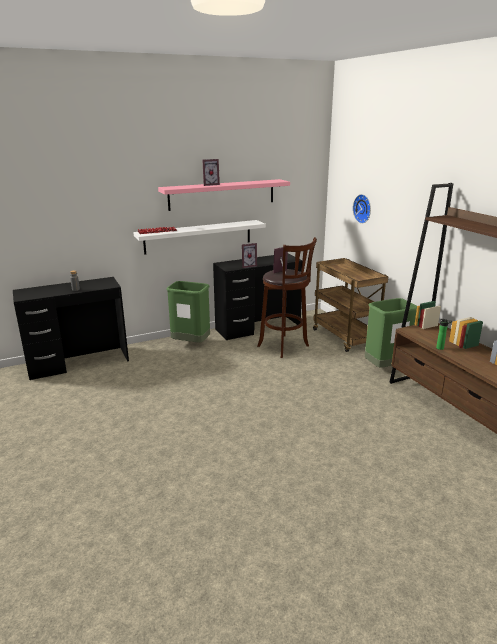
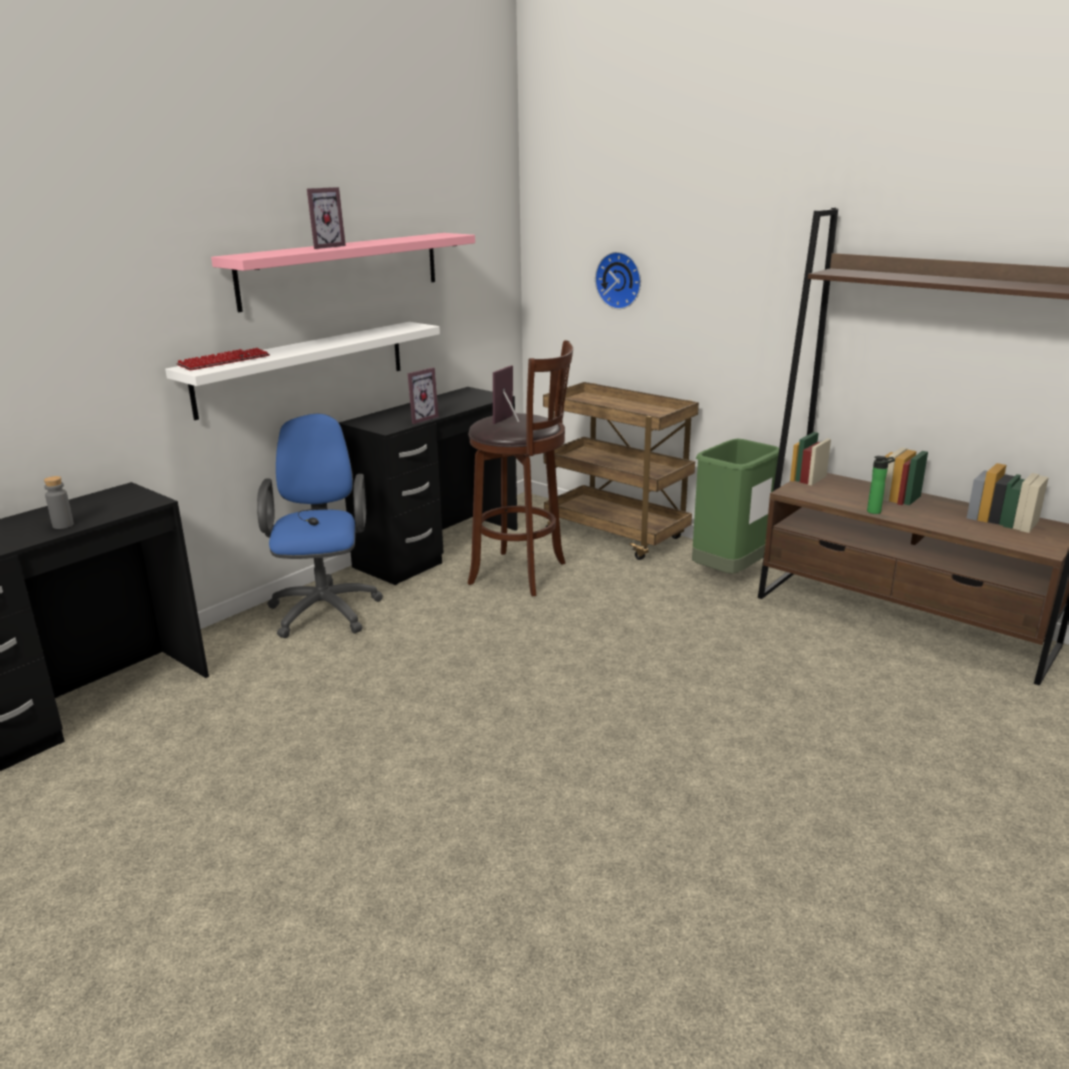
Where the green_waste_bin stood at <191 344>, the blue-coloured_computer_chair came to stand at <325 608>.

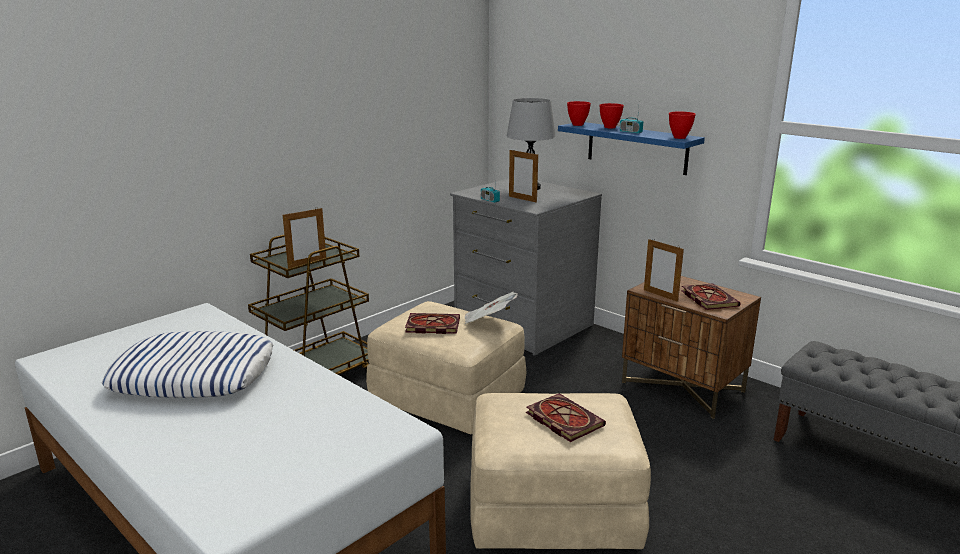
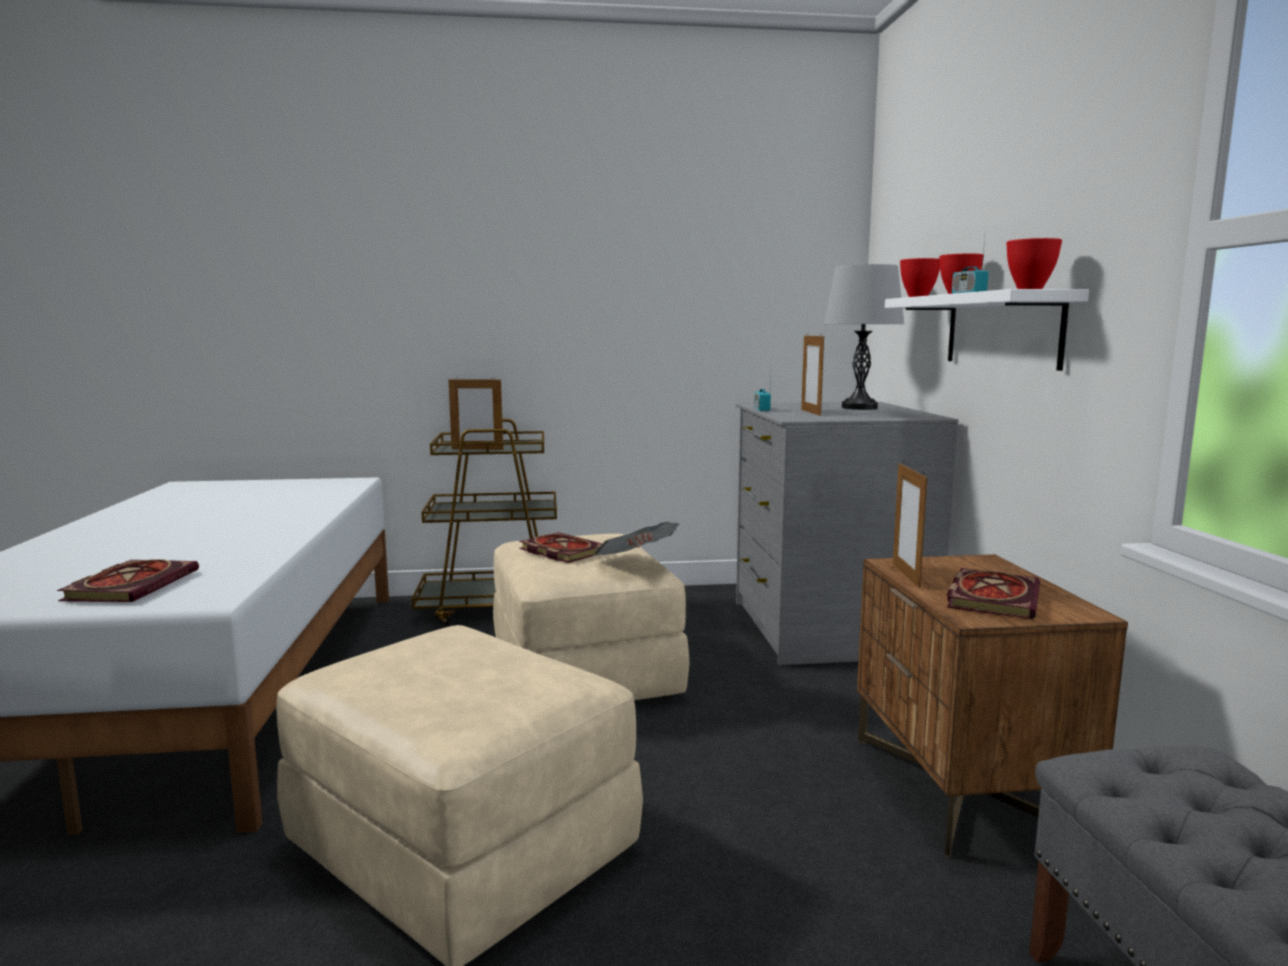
The volume ended up elsewhere, having gone from <562 419> to <132 585>.
What was the blue-coloured_shelf at <636 147> turned into the white-coloured_shelf at <1002 330>.
The second view lost the cushion at <193 375>.

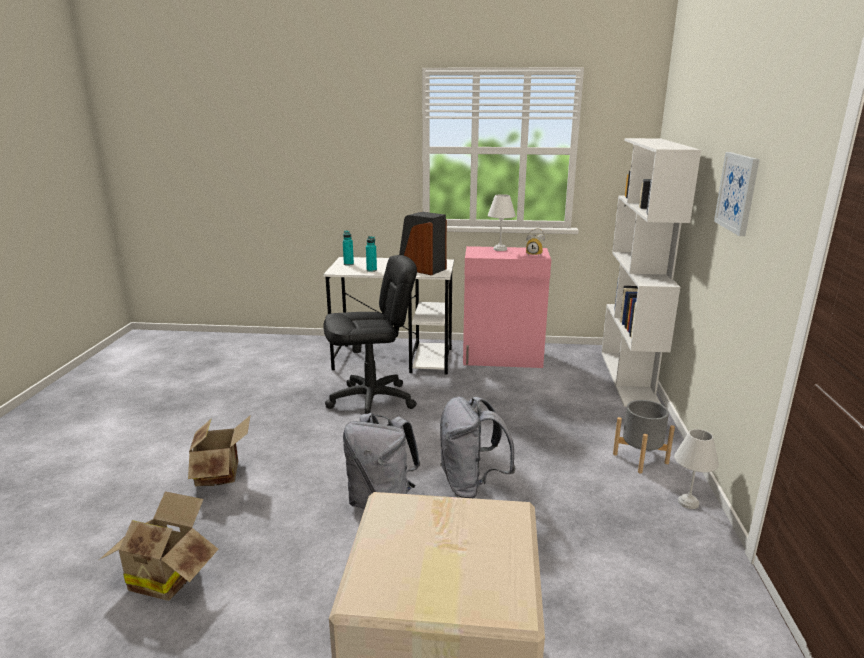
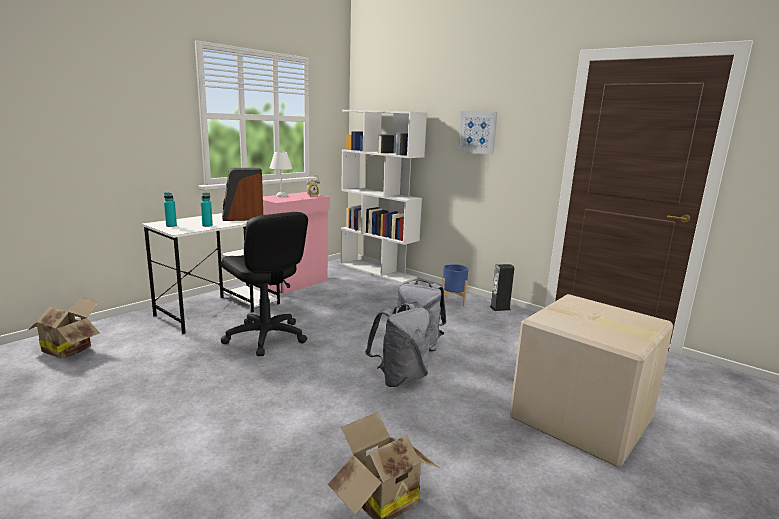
The packing_box ended up elsewhere, having gone from <222 473> to <69 348>.
The black_computer_chair at <372 401> ended up facing another way, 120 degrees clockwise from before.
What was the grey_flower_pot at <640 458> turned into the blue-coloured_flower_pot at <453 301>.
Where the white-coloured_lamp_for_a_table stood at <689 503>, the speaker came to stand at <500 308>.

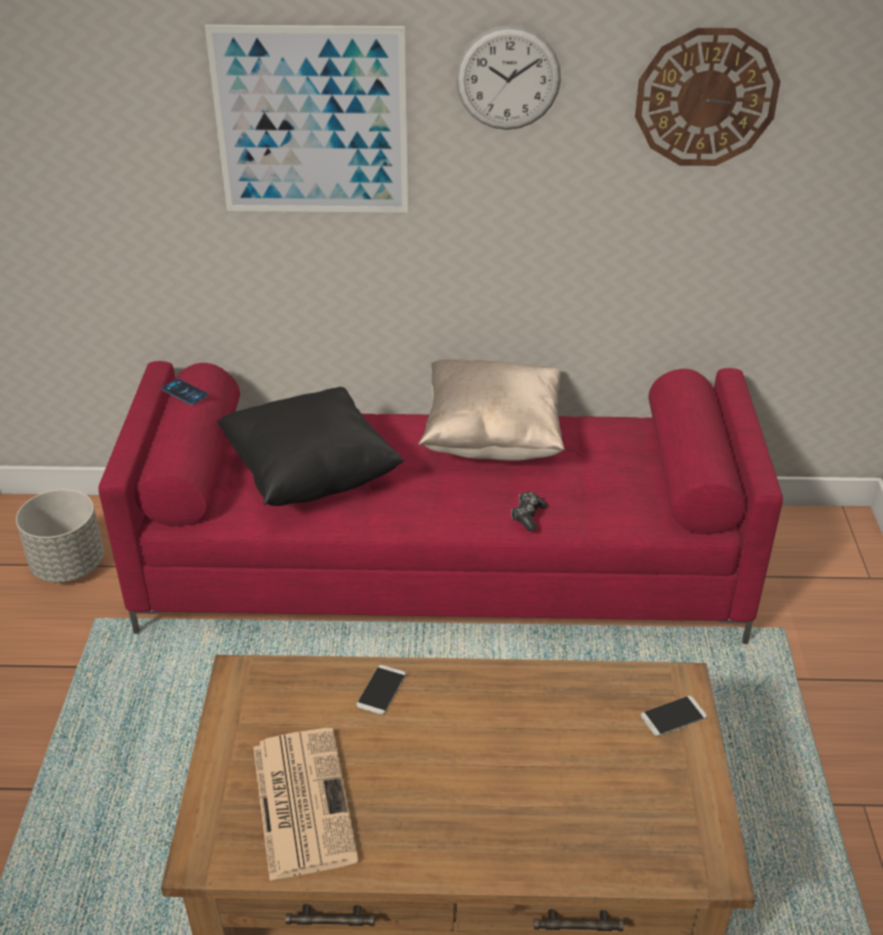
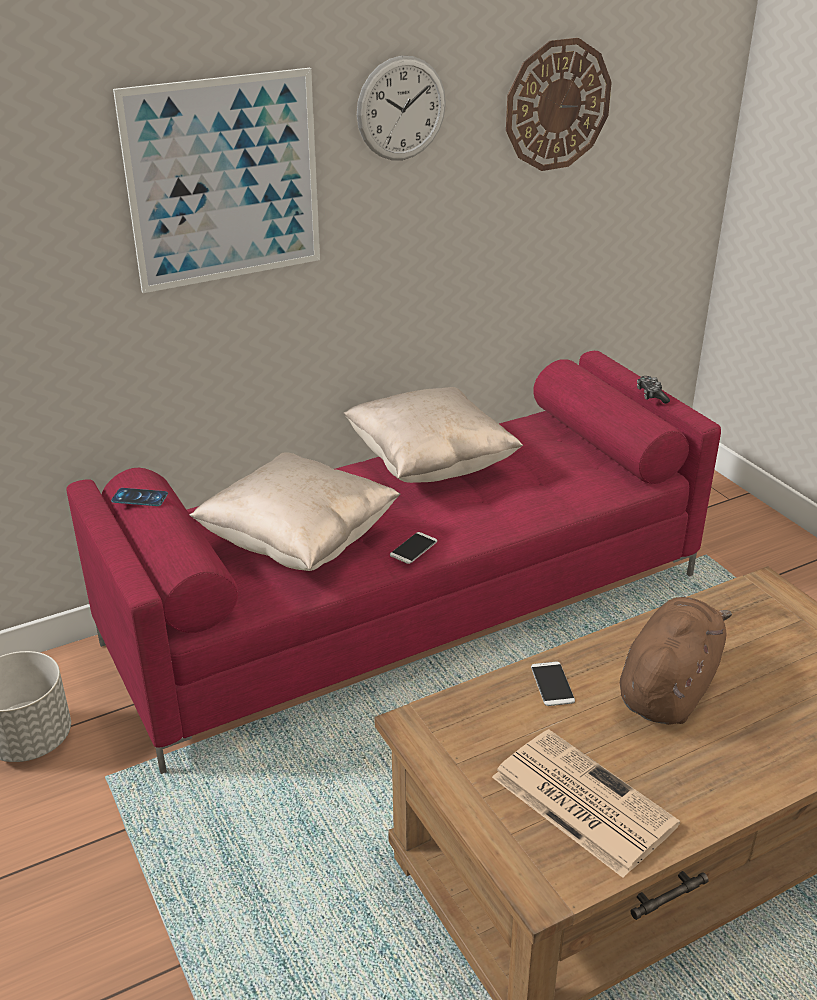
What was the black_cushion at <311 476> turned into the beige-coloured_cushion at <298 543>.
The phone ended up elsewhere, having gone from <673 716> to <413 548>.
The second view gained the brown_cuddly_toy at <669 687>.
The joypad ended up elsewhere, having gone from <528 516> to <651 395>.

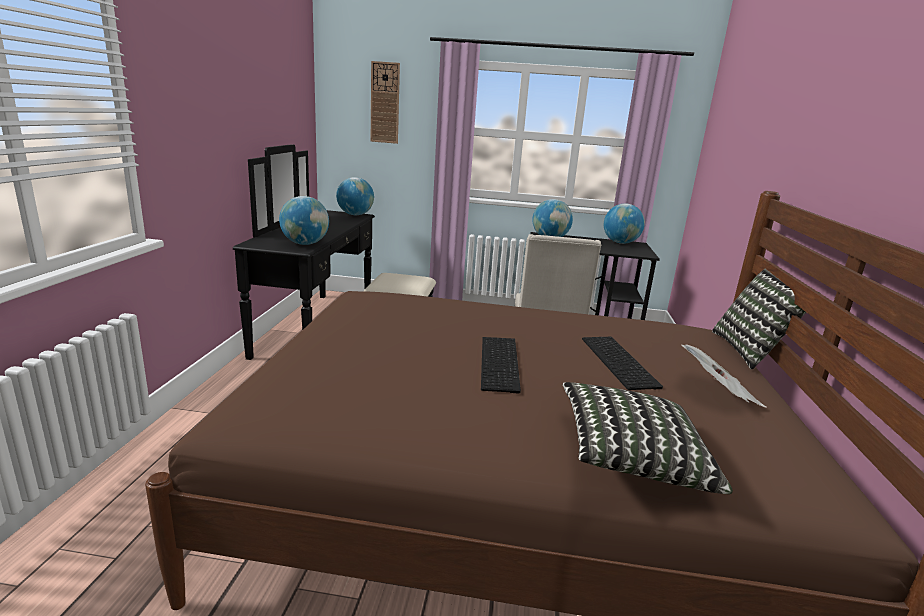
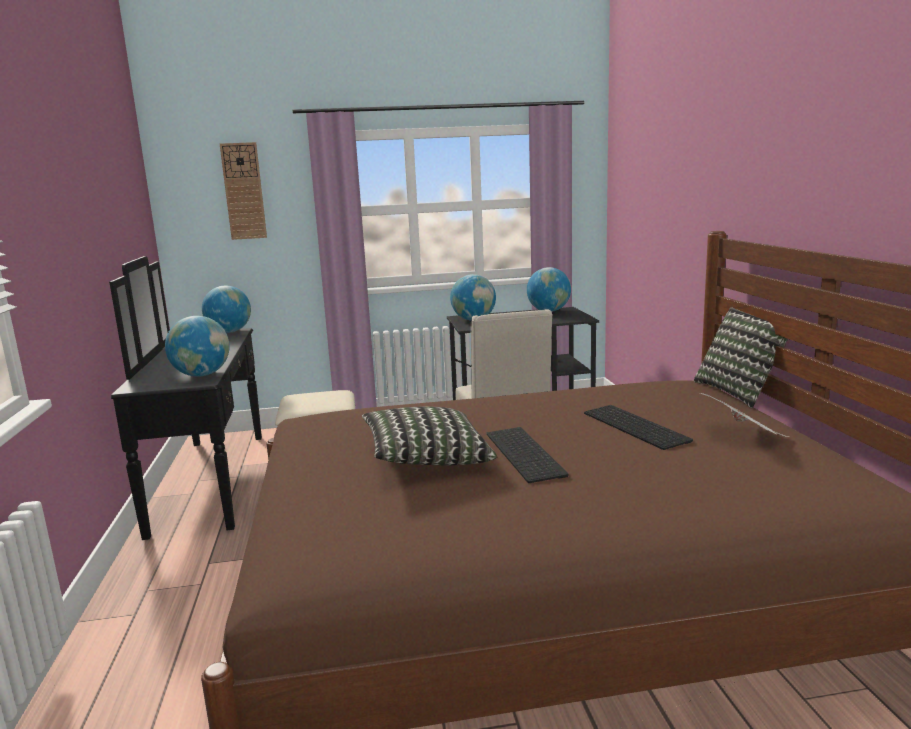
The cushion ended up elsewhere, having gone from <631 457> to <426 459>.

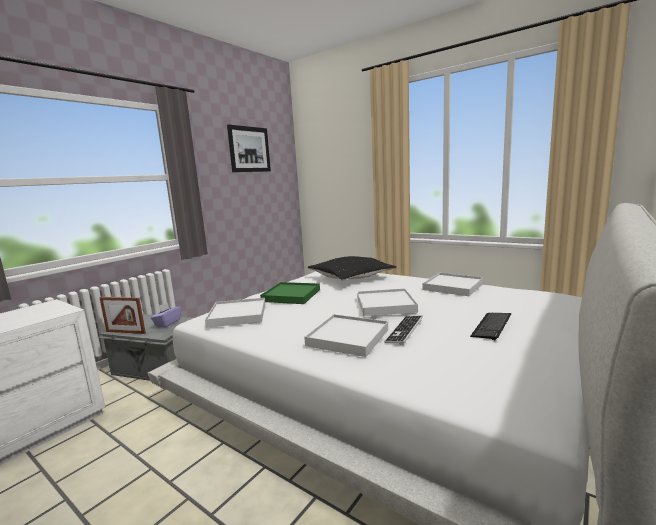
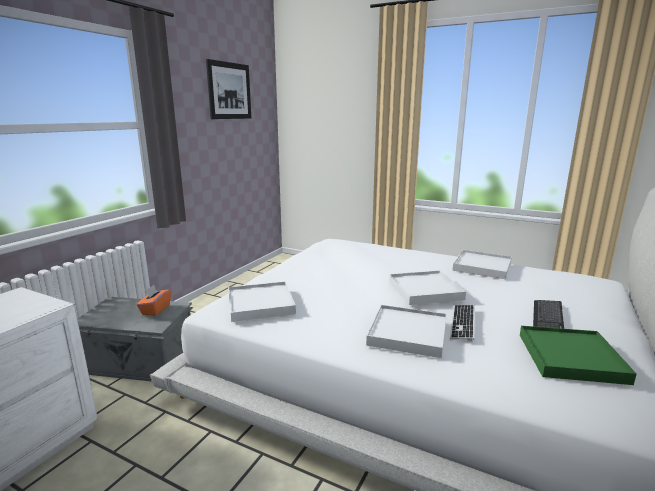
What was the purplish_box_of_tissues at <167 323> turned into the orange-coloured_box_of_tissues at <155 310>.
The green_tray ended up elsewhere, having gone from <291 295> to <570 357>.
The second view lost the picture_frame at <125 332>.
The second view lost the black_cushion at <351 277>.

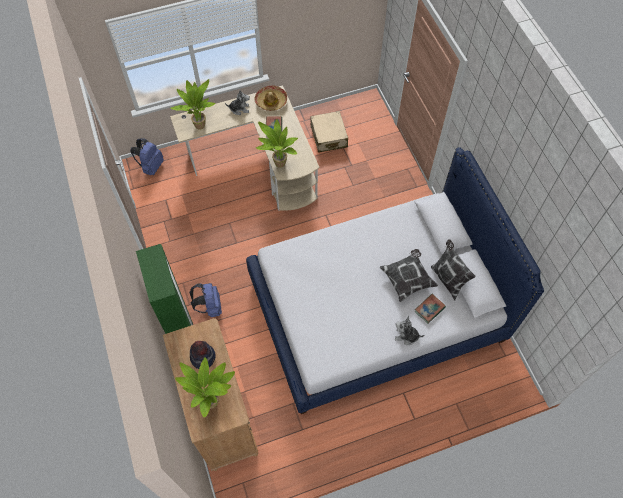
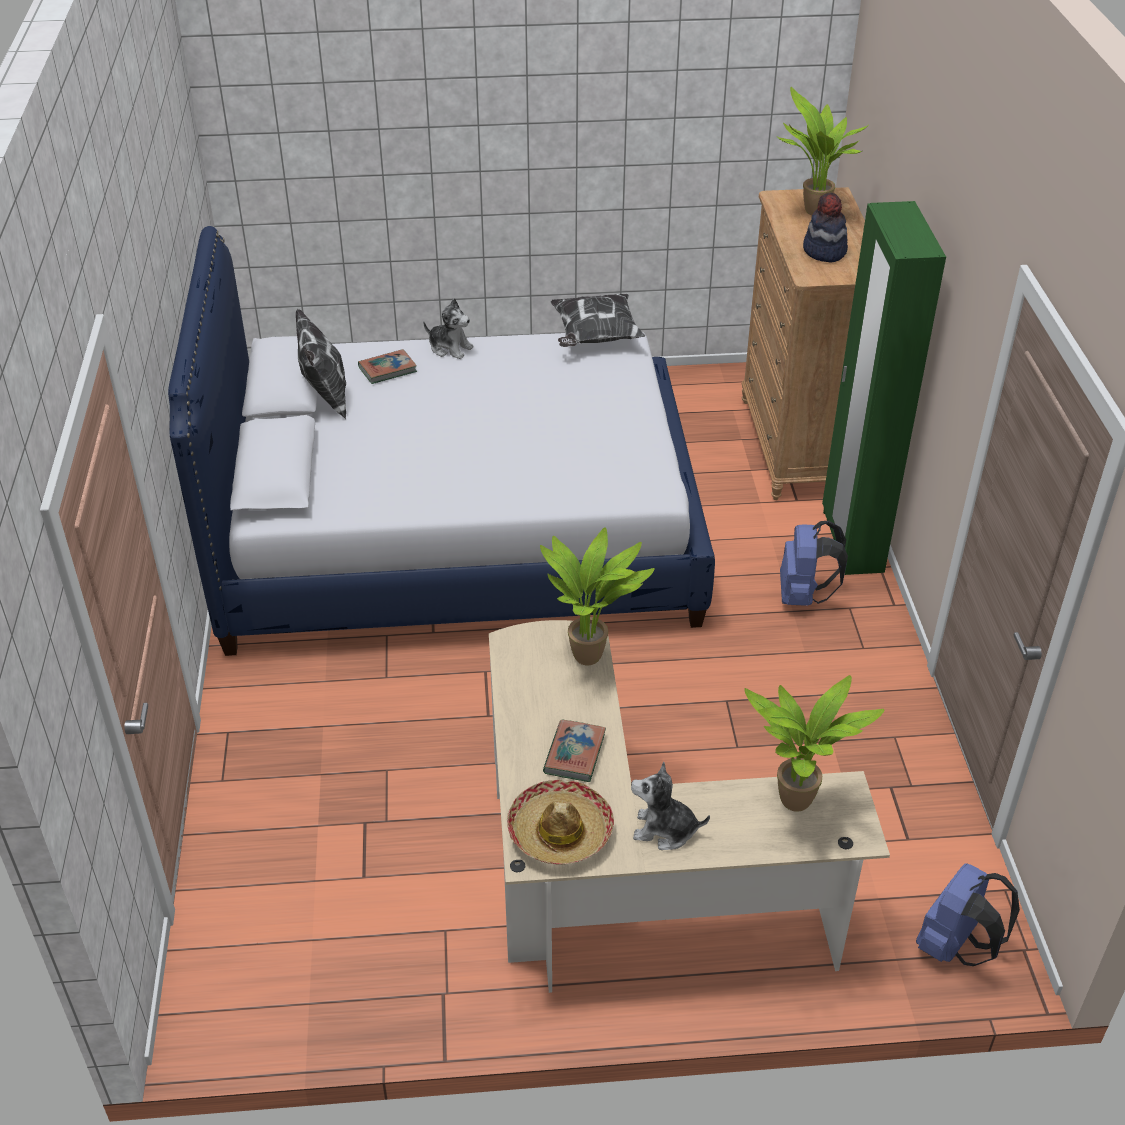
The cushion ended up elsewhere, having gone from <407 279> to <595 337>.
The second view lost the beige-coloured_suitcase at <328 136>.

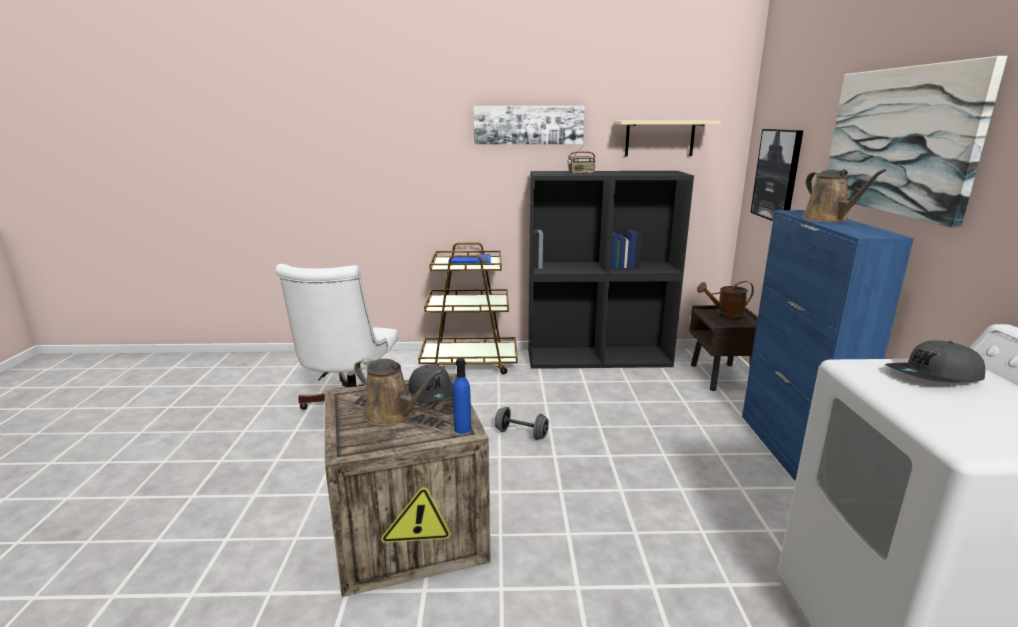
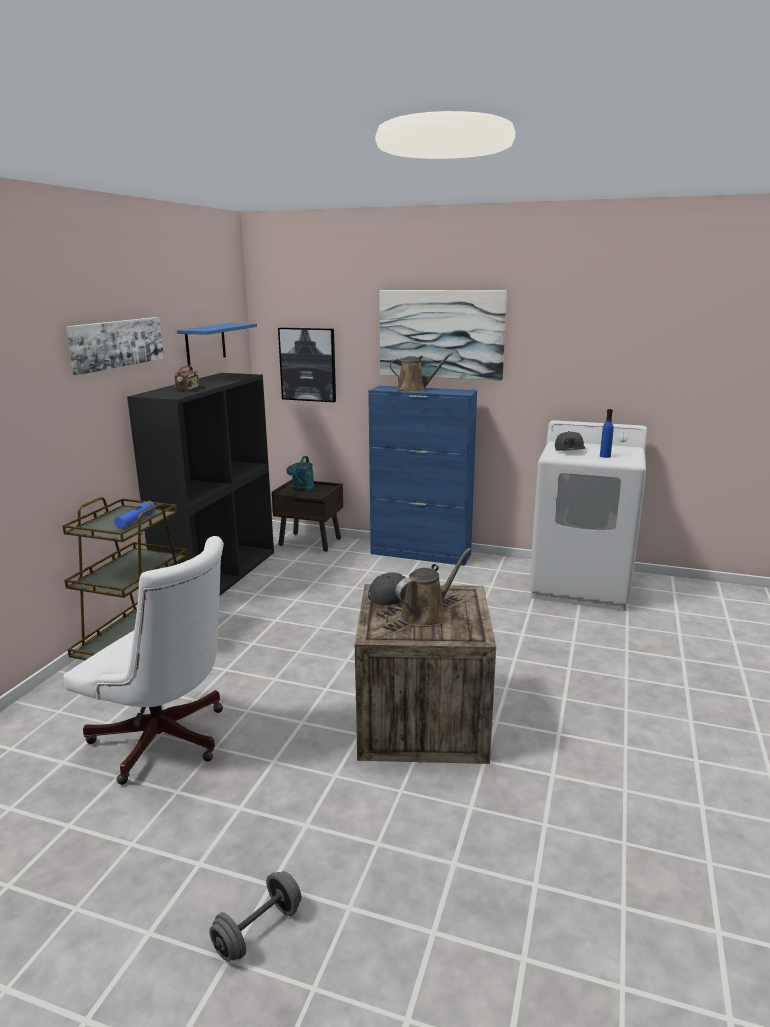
What was the beige-coloured_shelf at <659 138> turned into the blue-coloured_shelf at <205 343>.
The grey_dumbbell ended up elsewhere, having gone from <521 434> to <258 930>.
What was the brown_sprinkling_can at <725 316> turned into the turquoise-coloured_sprinkling_can at <302 489>.
The blue-coloured_beverage_bottle ended up elsewhere, having gone from <462 429> to <605 456>.

